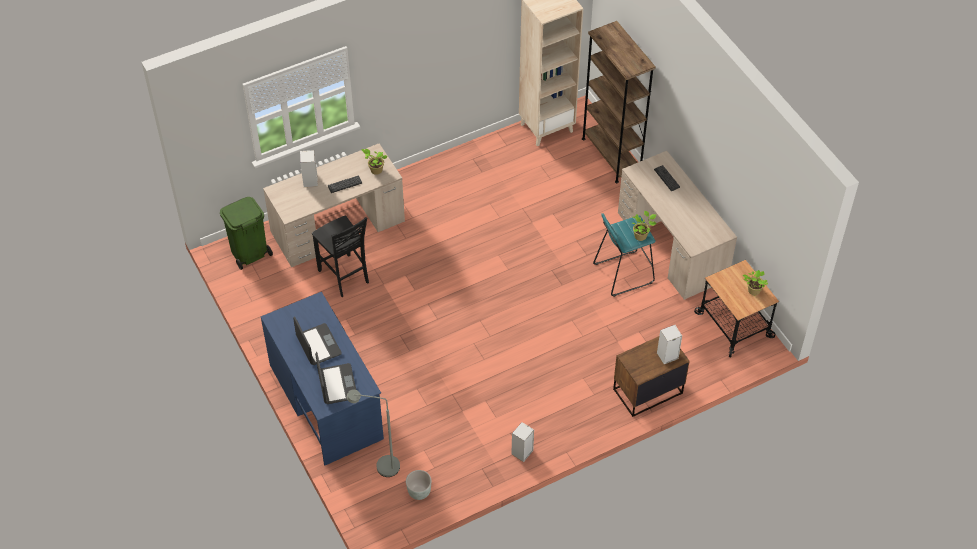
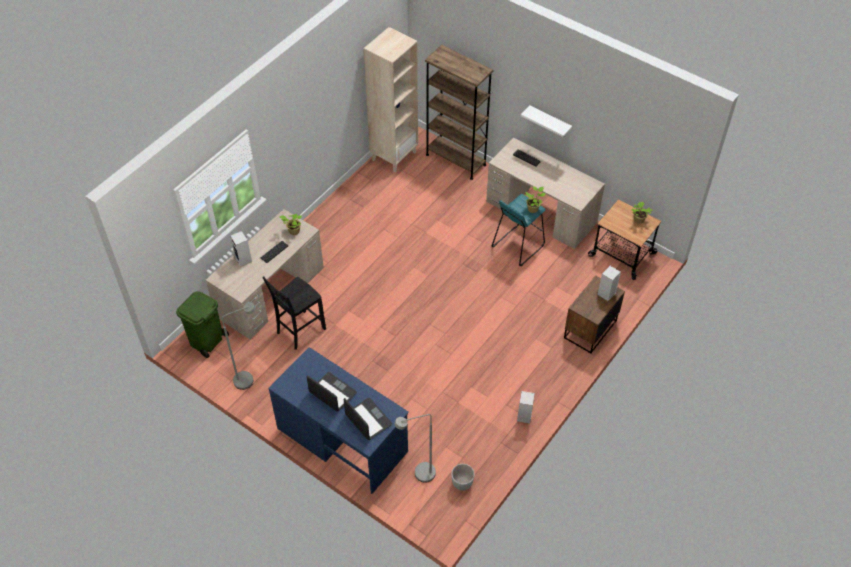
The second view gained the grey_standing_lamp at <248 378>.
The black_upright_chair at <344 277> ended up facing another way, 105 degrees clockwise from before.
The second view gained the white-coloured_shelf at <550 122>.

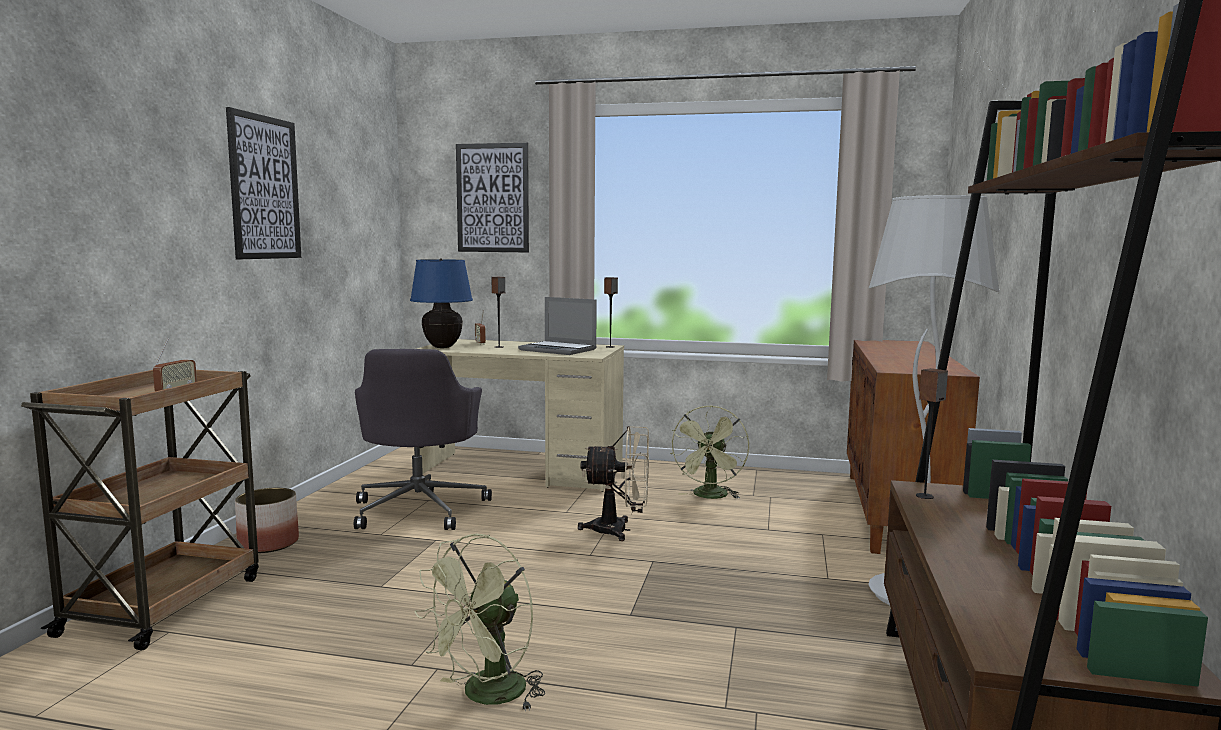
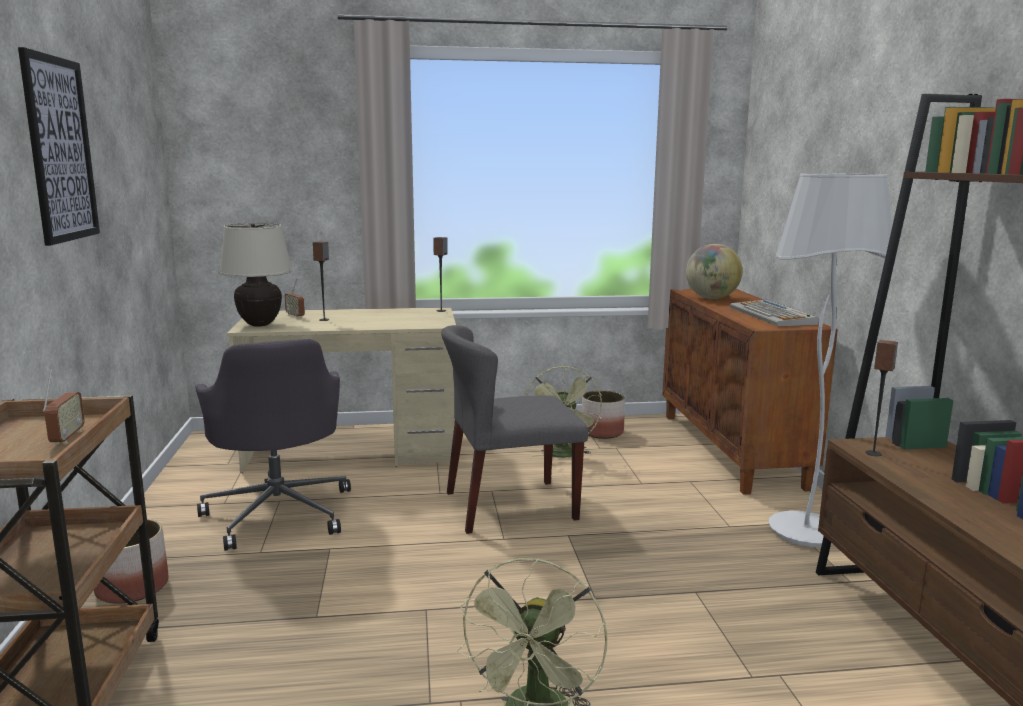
What was the blue-coloured_lamp_for_a_table at <442 347> turned into the beige-coloured_lamp_for_a_table at <259 324>.
Where the beige-coloured_electric_fan stood at <619 530>, the grey_upright_chair came to stand at <509 506>.
The second view gained the flower_pot at <602 432>.
The second view gained the desk_globe at <711 298>.
The second view gained the PC_keyboard at <773 316>.
The second view lost the wall_art at <493 198>.
The second view lost the notebook_computer at <559 350>.

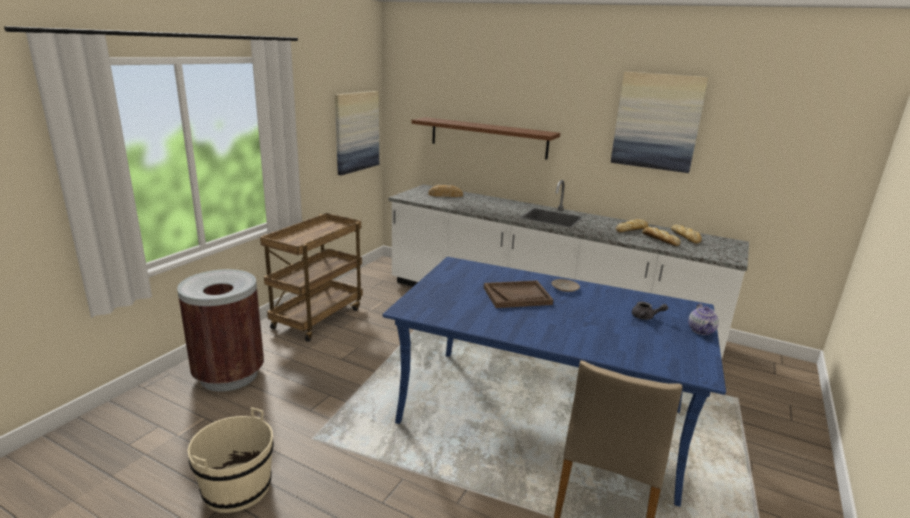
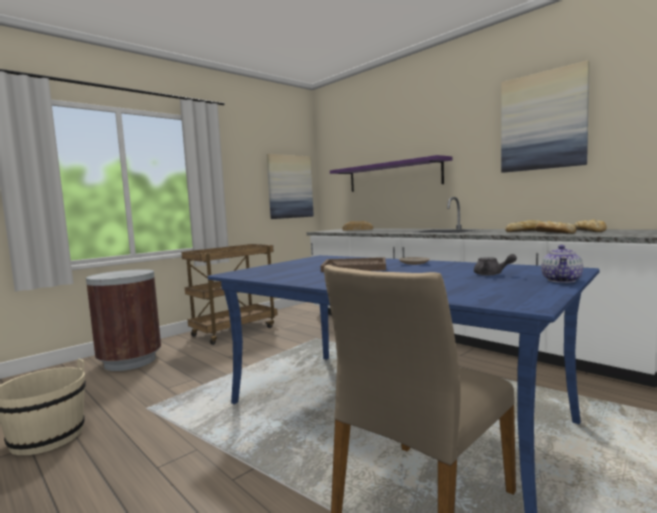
What was the brown_shelf at <488 137> turned into the purplish_shelf at <393 176>.

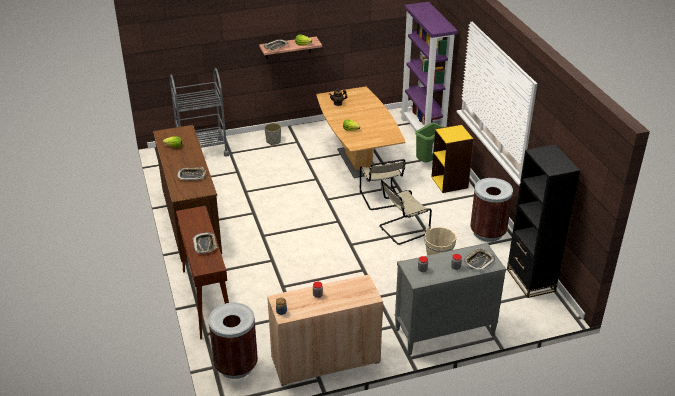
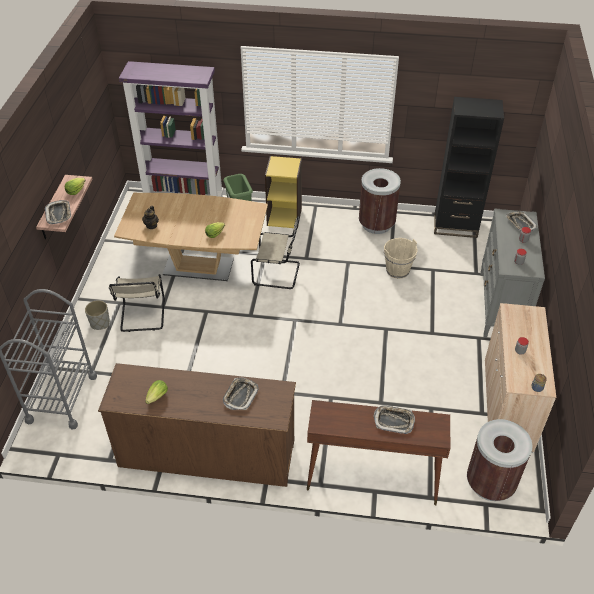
The beige-coloured_upright_chair ended up elsewhere, having gone from <402 230> to <142 316>.

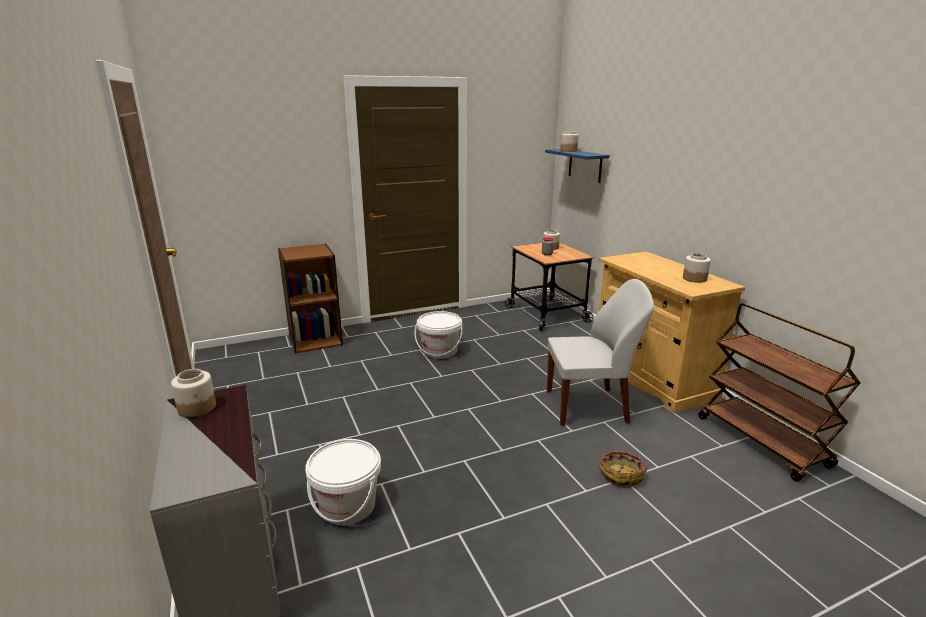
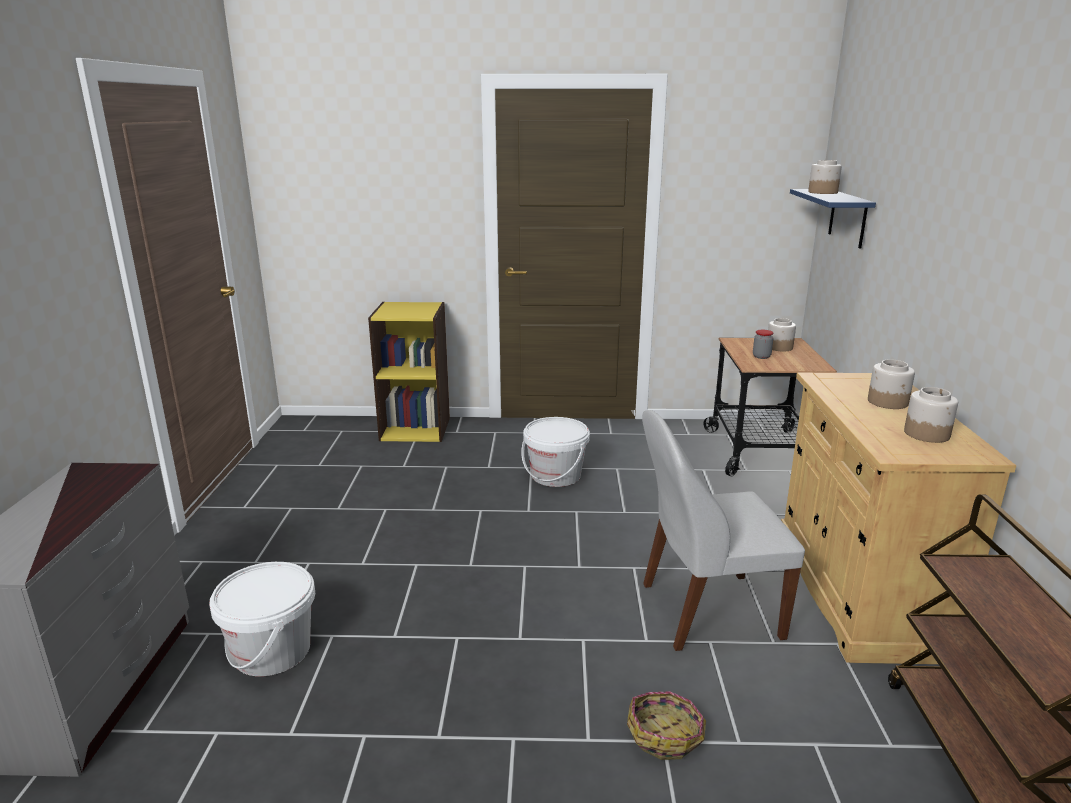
What was the brown_bookcase at <315 340> turned into the yellow-coloured_bookcase at <415 428>.
The white-coloured_upright_chair at <589 406> ended up facing another way, 150 degrees clockwise from before.
The preserve_jar ended up elsewhere, having gone from <197 408> to <888 402>.

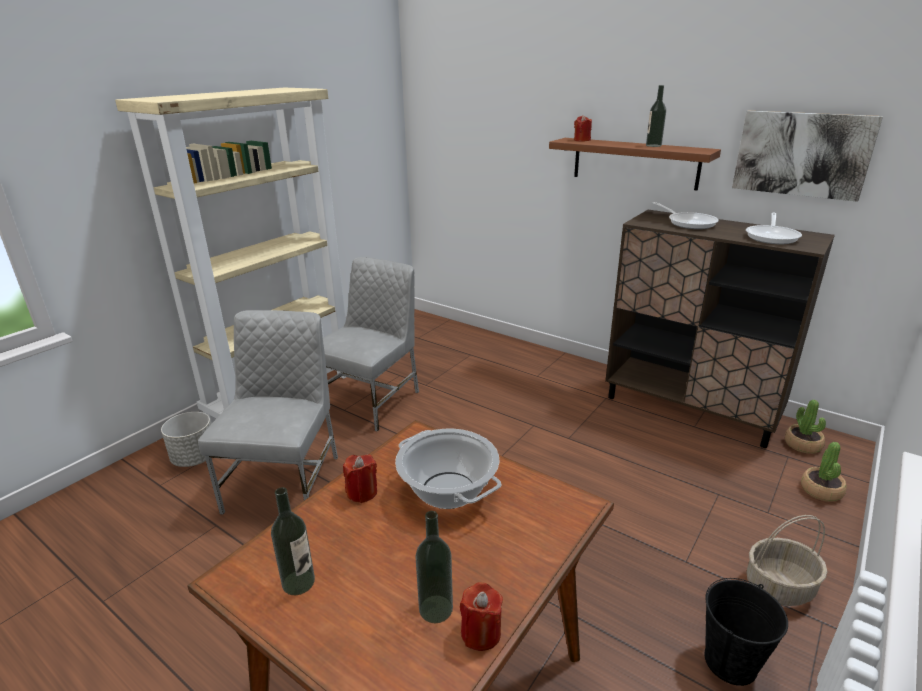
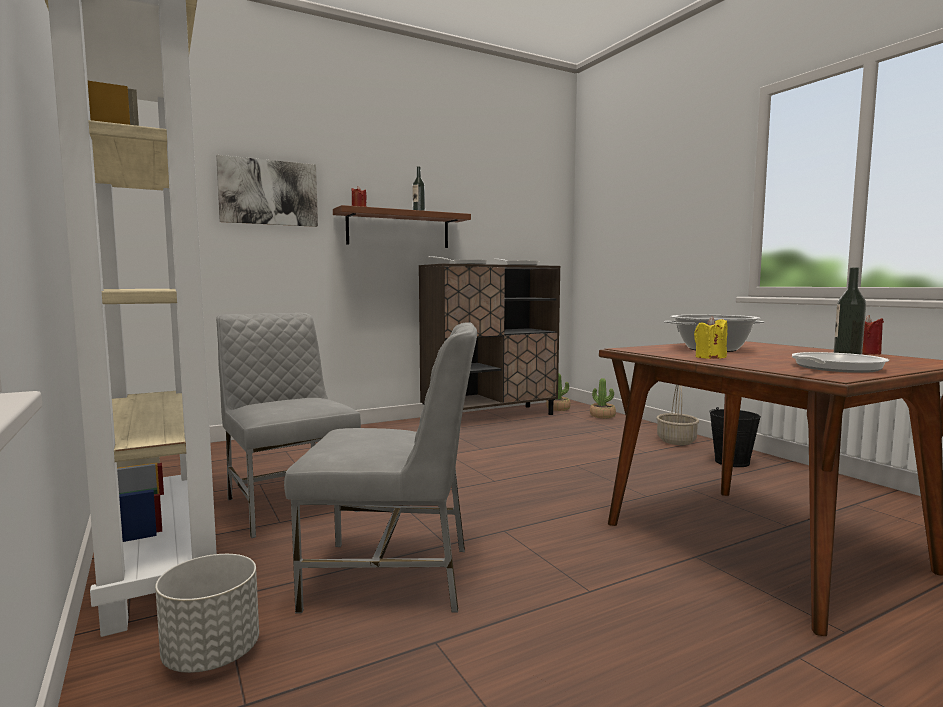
The wall_art ended up elsewhere, having gone from <802 154> to <268 192>.
The grey_upright_chair at <286 482> ended up facing another way, 150 degrees clockwise from before.
What was the red_wax_candle at <362 492> turned into the yellow-coloured_wax_candle at <710 357>.
Where the beverage_bottle stood at <298 582>, the pan came to stand at <833 368>.

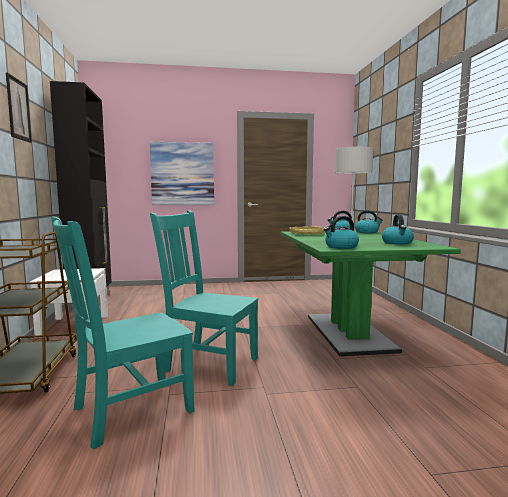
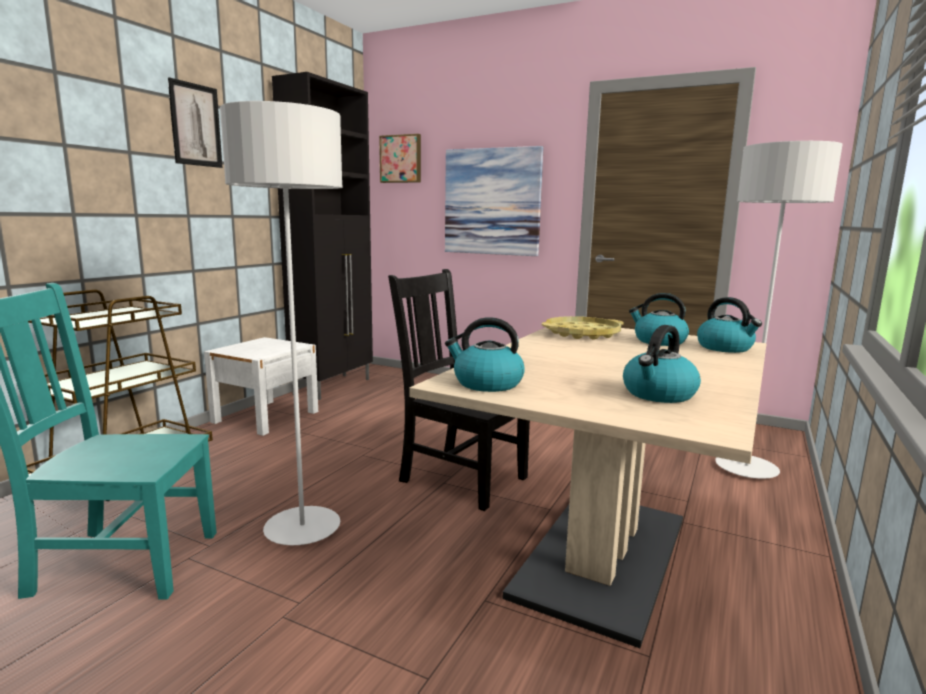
Where the turquoise-coloured_upright_chair stood at <208 363>, the grey_standing_lamp came to stand at <302 529>.
The second view gained the wall_art at <401 159>.
The second view gained the black_upright_chair at <460 478>.
What was the green_kitchen_table at <348 333> turned into the beige-coloured_kitchen_table at <602 556>.

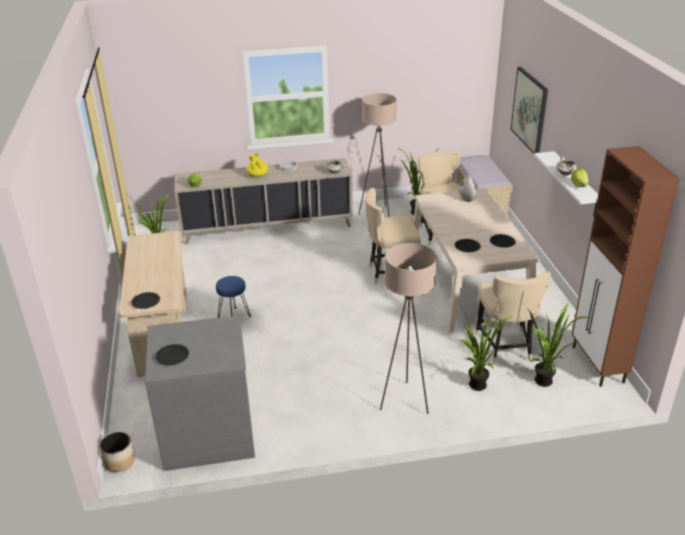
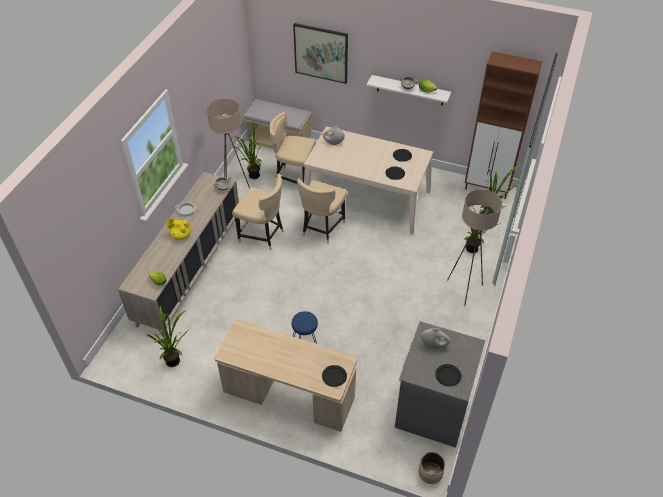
The beige-coloured_upright_chair ended up elsewhere, having gone from <505 347> to <262 236>.
The second view gained the white-coloured_decorative_vase at <434 345>.

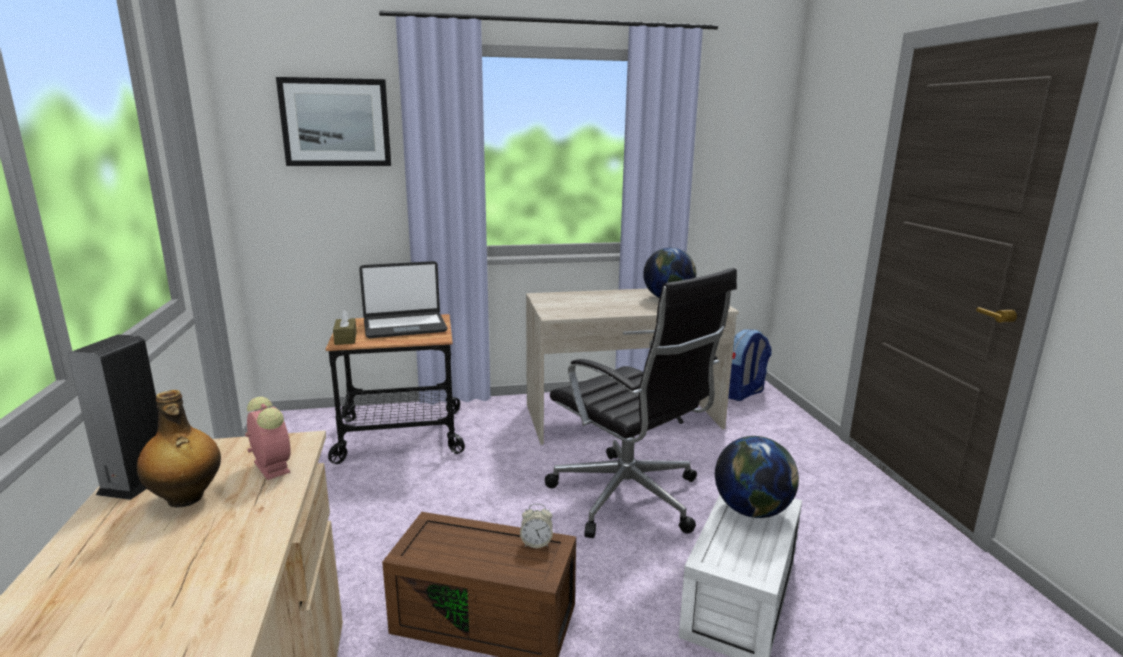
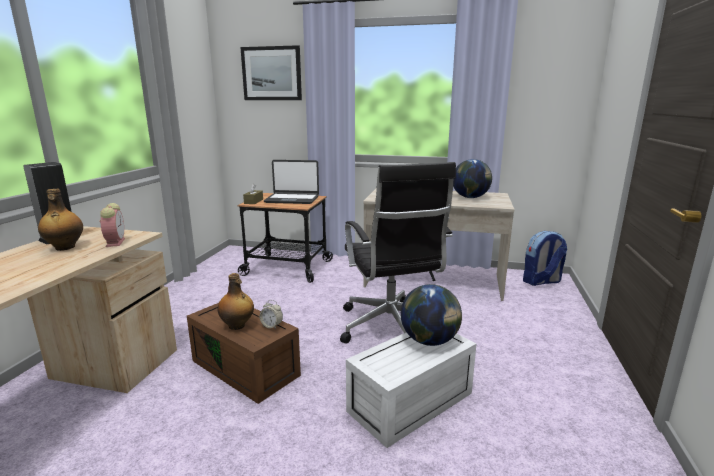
The second view gained the beverage_bottle at <237 326>.

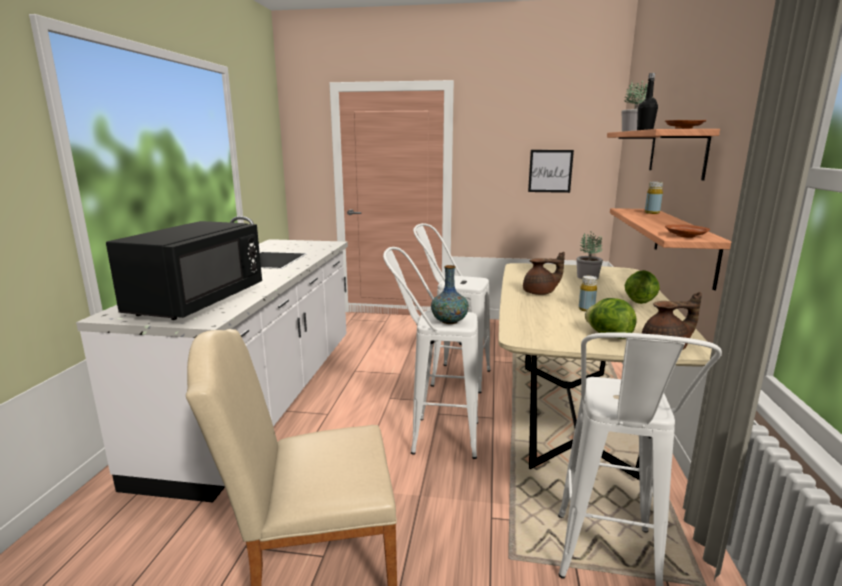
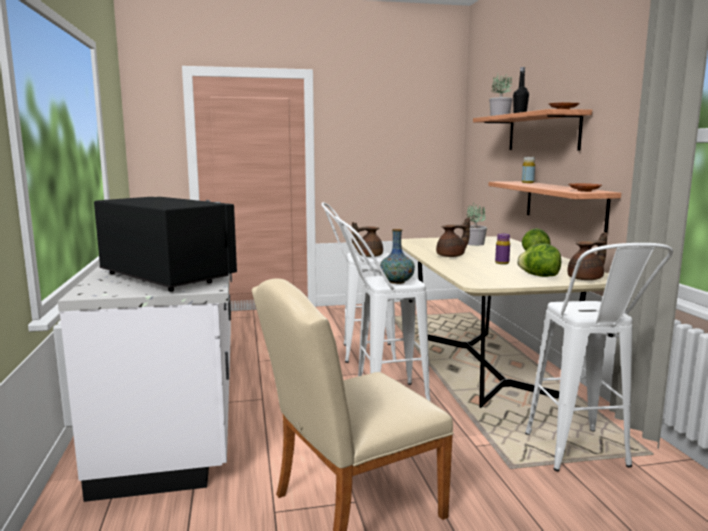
The black_microwave_oven at <197 302> ended up facing another way, 45 degrees counterclockwise from before.
The second view gained the brown_pot_for_tea at <368 256>.
What was the yellow-coloured_beverage_bottle at <586 309> turned into the purplish_beverage_bottle at <502 263>.
The second view lost the wall_art at <550 171>.

